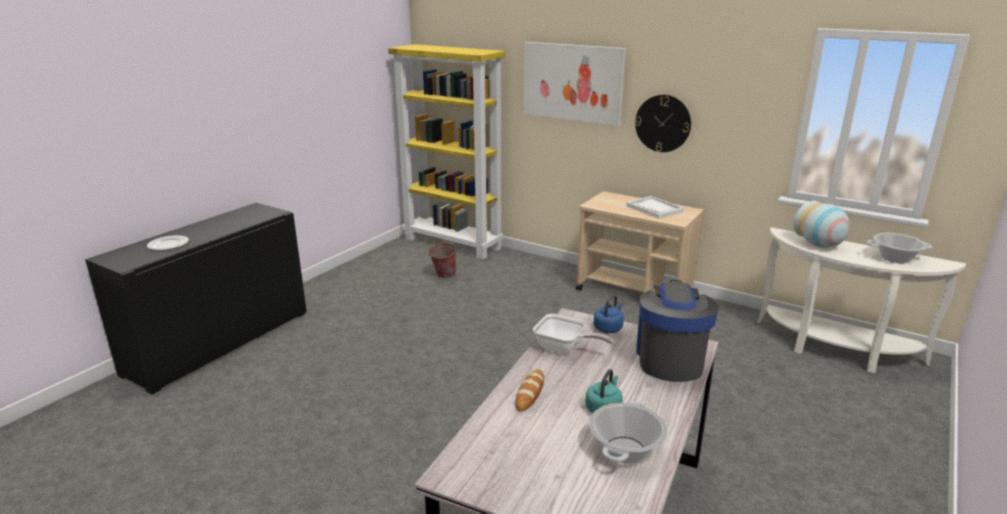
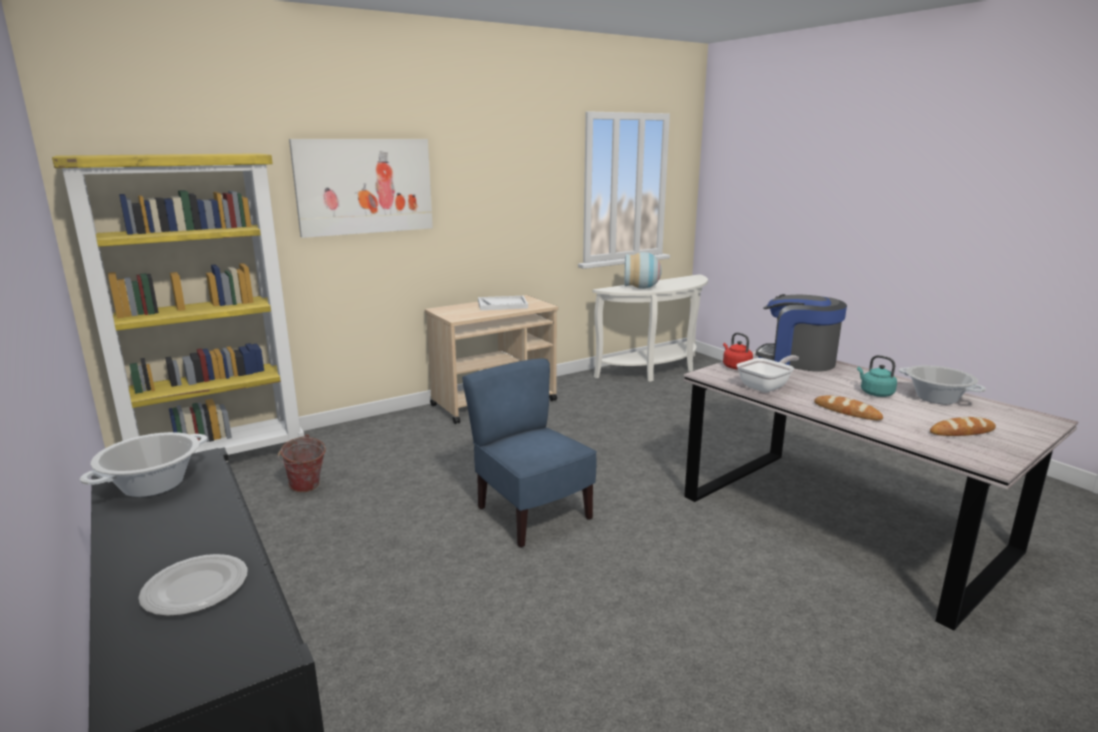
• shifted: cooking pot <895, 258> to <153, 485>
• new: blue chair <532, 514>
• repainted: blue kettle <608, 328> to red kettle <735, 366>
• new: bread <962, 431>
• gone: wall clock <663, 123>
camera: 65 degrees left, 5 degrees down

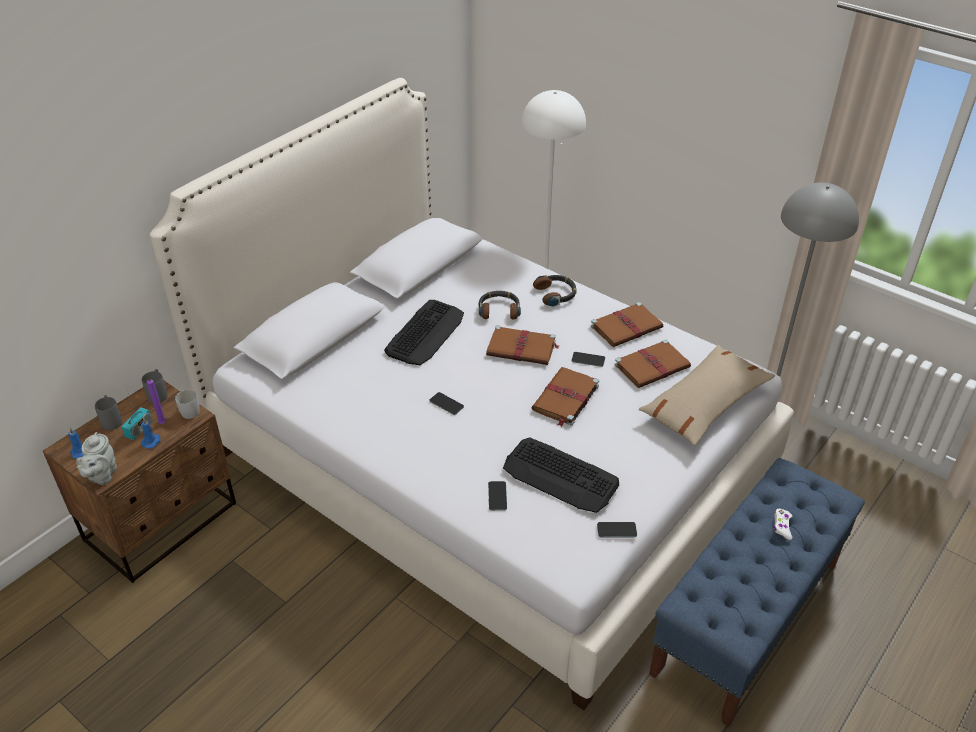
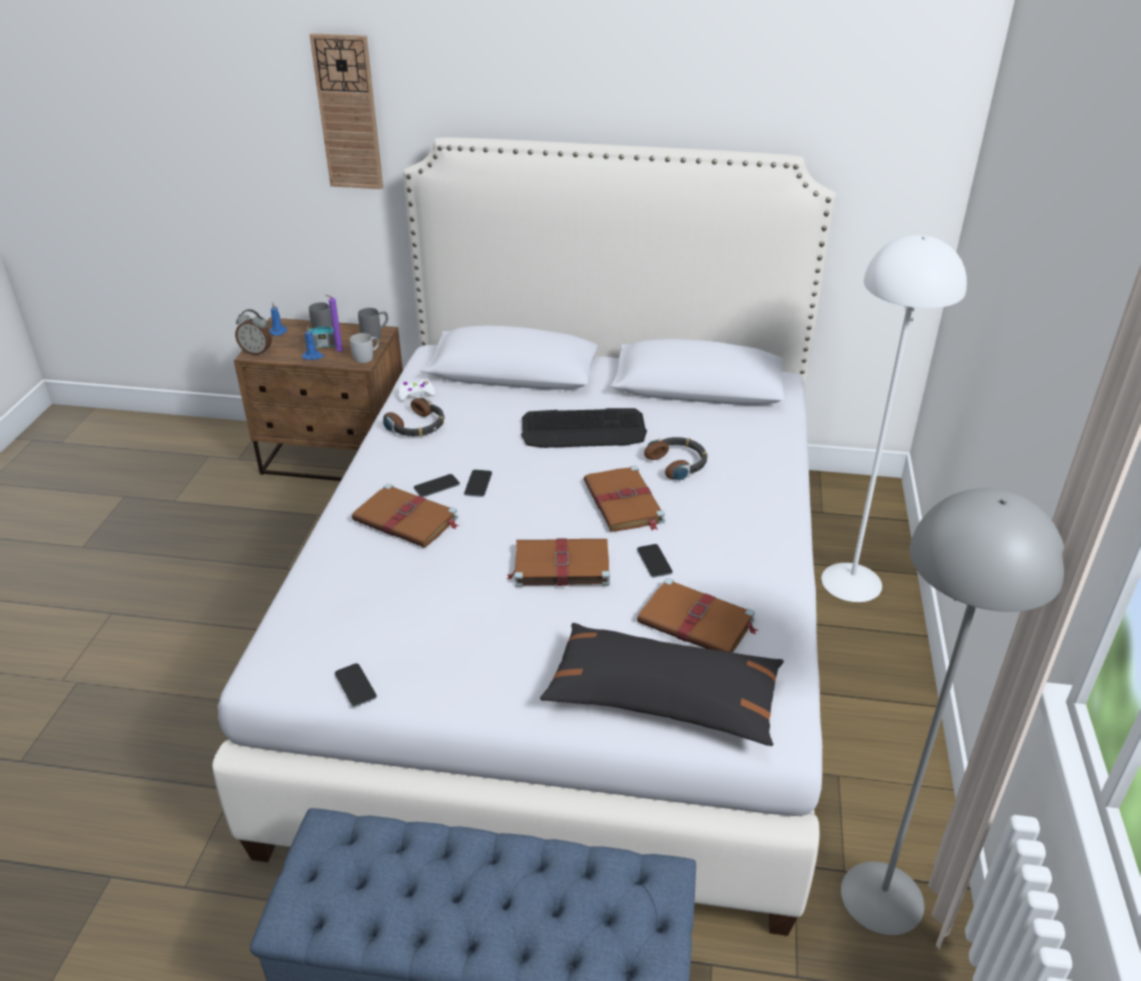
• swapped: grey teapot <101, 475> to alarm clock <257, 352>
• new: wall clock <348, 113>
• shifted: brown book <627, 327> to <407, 520>
• shifted: headphones <556, 294> to <417, 426>
• shifted: white game controller <782, 526> to <416, 394>
• shifted: phone <497, 496> to <436, 486>
• repainted: beige pillow <704, 404> to black pillow <663, 698>
• gone: keyboard <560, 476>
camera: 60 degrees right, 5 degrees down

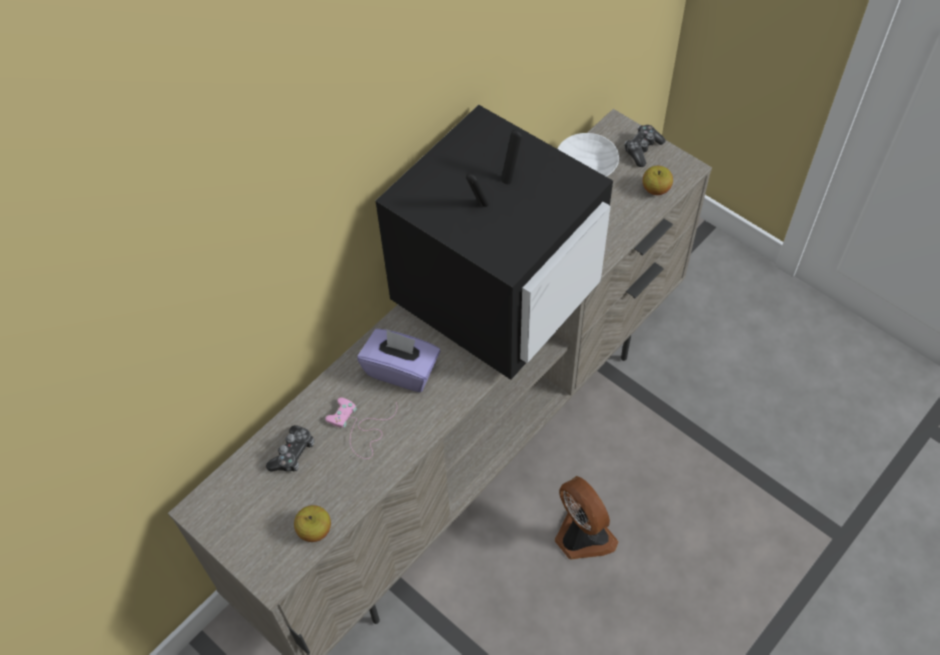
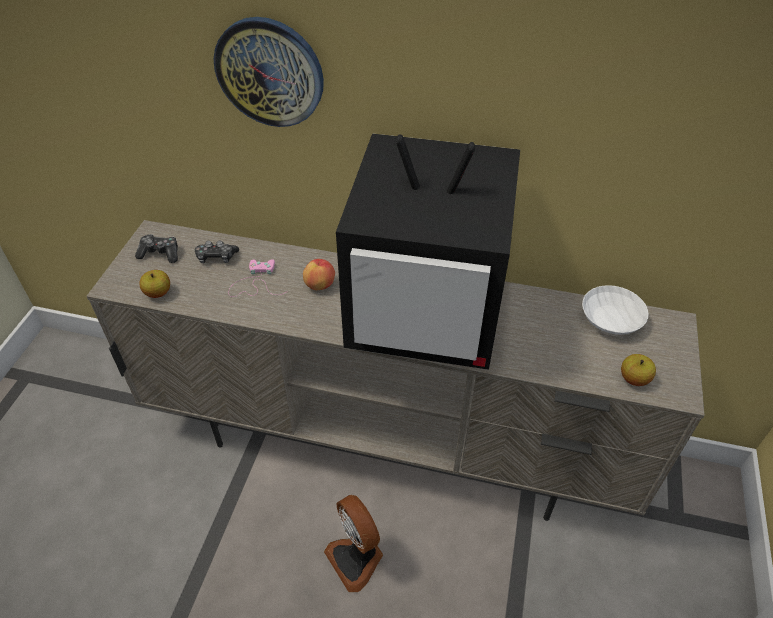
• shifted: game controller <642, 149> to <160, 253>
• new: wall clock <270, 72>
• swapped: purple tissue box <401, 370> to apple <320, 285>
• rotated: fan <581, 536> = <357, 558> 120 degrees clockwise
camera: 60 degrees right, 10 degrees down

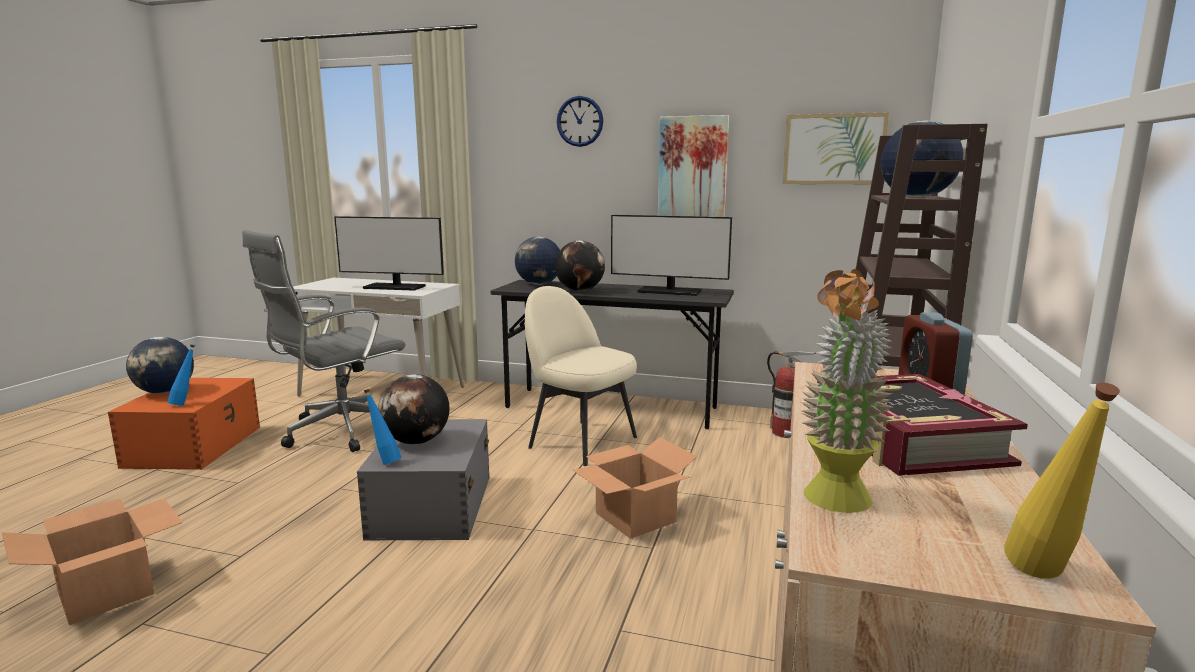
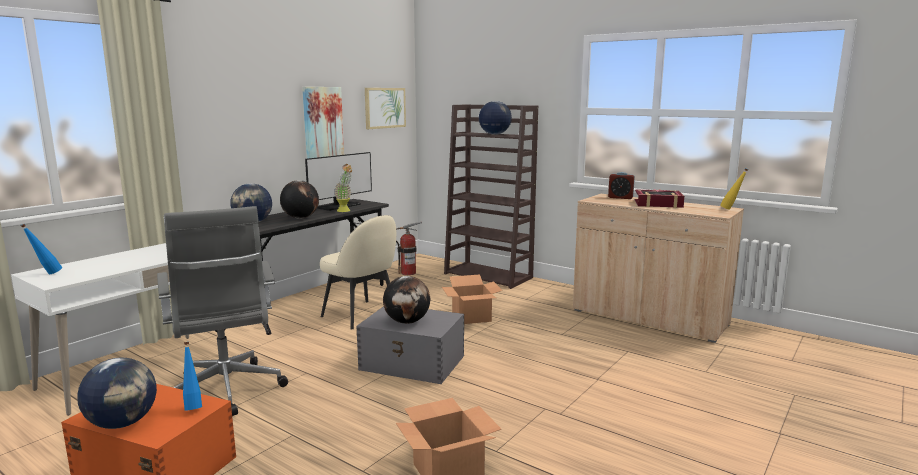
• shifted: blue bottle <384, 461> to <46, 274>
• rotated: beige chair <580, 441> = <361, 315> 105 degrees counterclockwise
• shifted: potted plant <835, 505> to <345, 211>
• gone: monitor <394, 287>
• gone: wall clock <580, 121>
camera: 70 degrees left, 0 degrees up

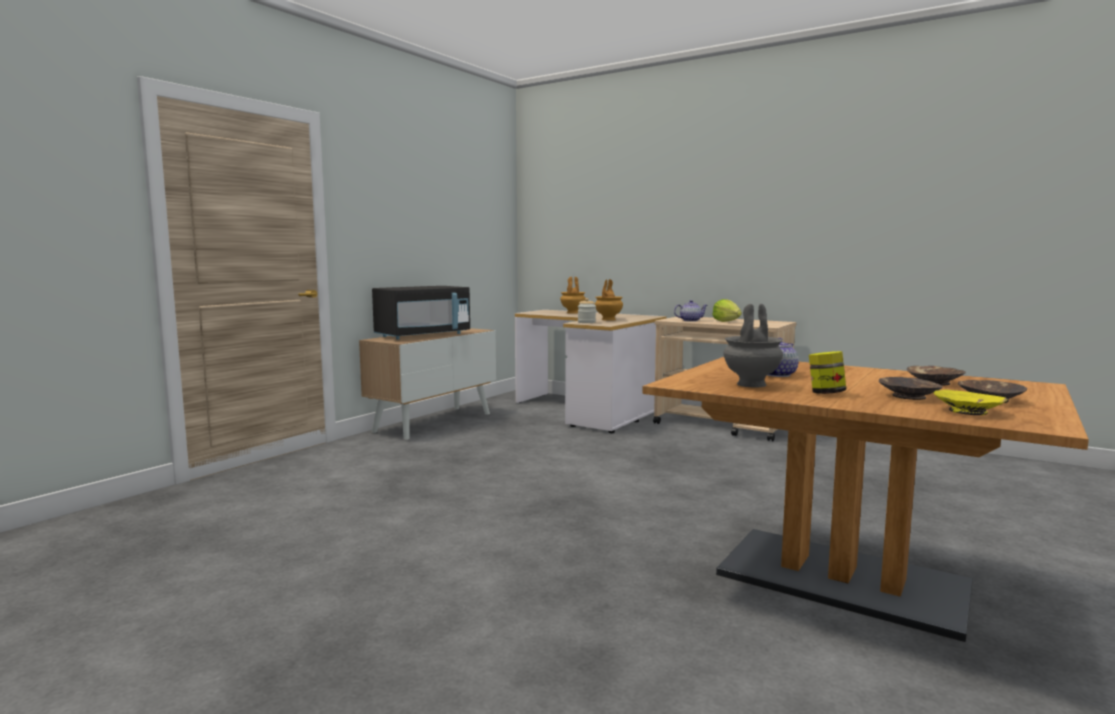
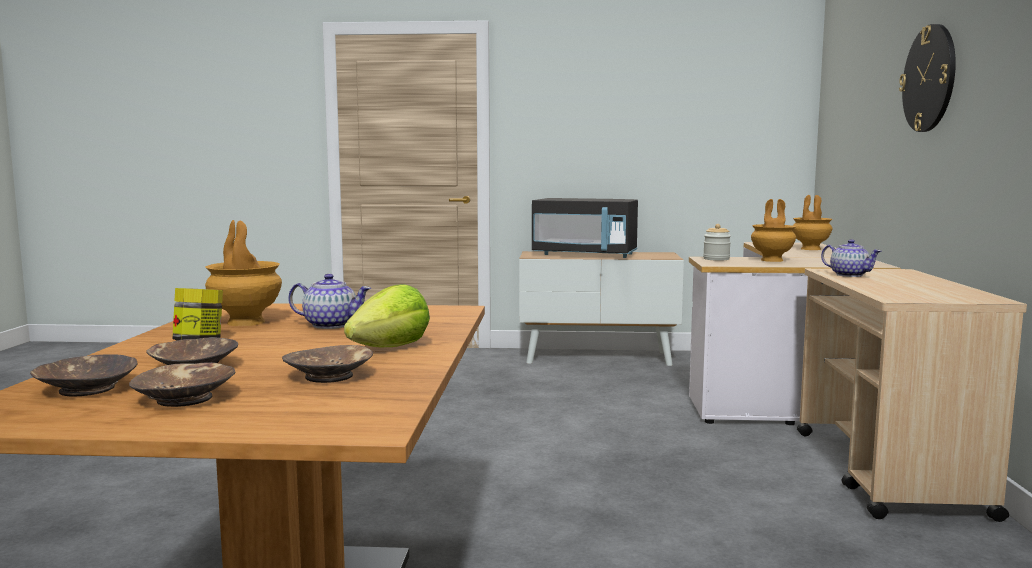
• repainted: yellow bowl <968, 411> to brown bowl <86, 389>
• repainted: grey vase <751, 384> to brown vase <245, 322>
• shifted: lettuce <726, 321> to <390, 348>
• new: wall clock <929, 78>
camera: 60 degrees right, 0 degrees up

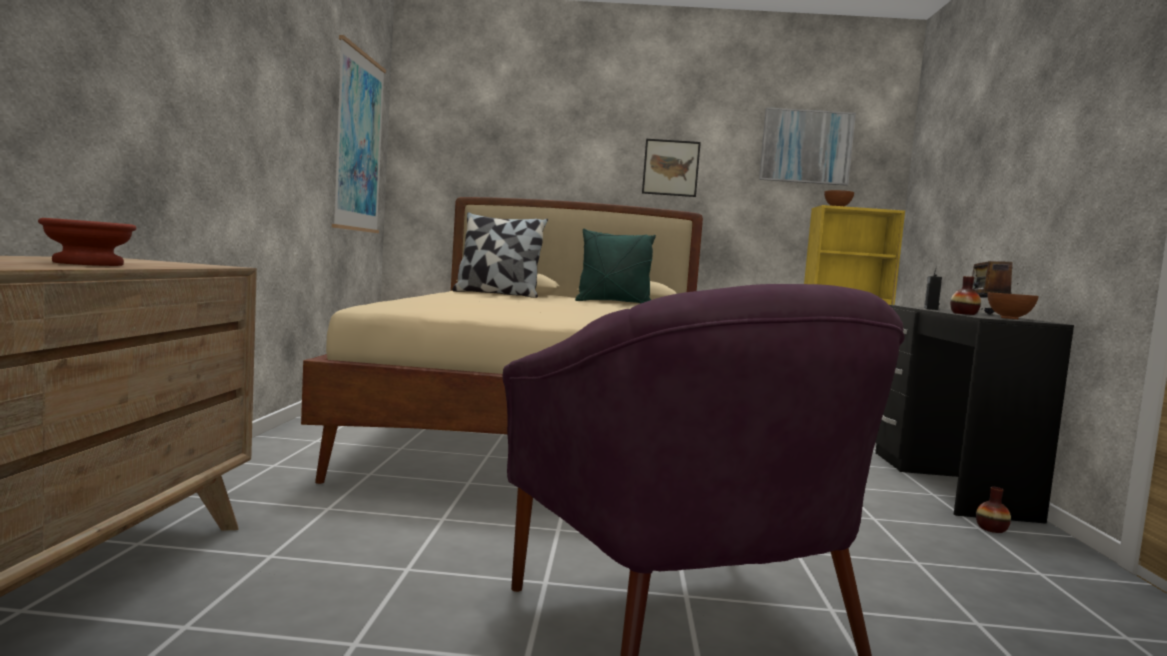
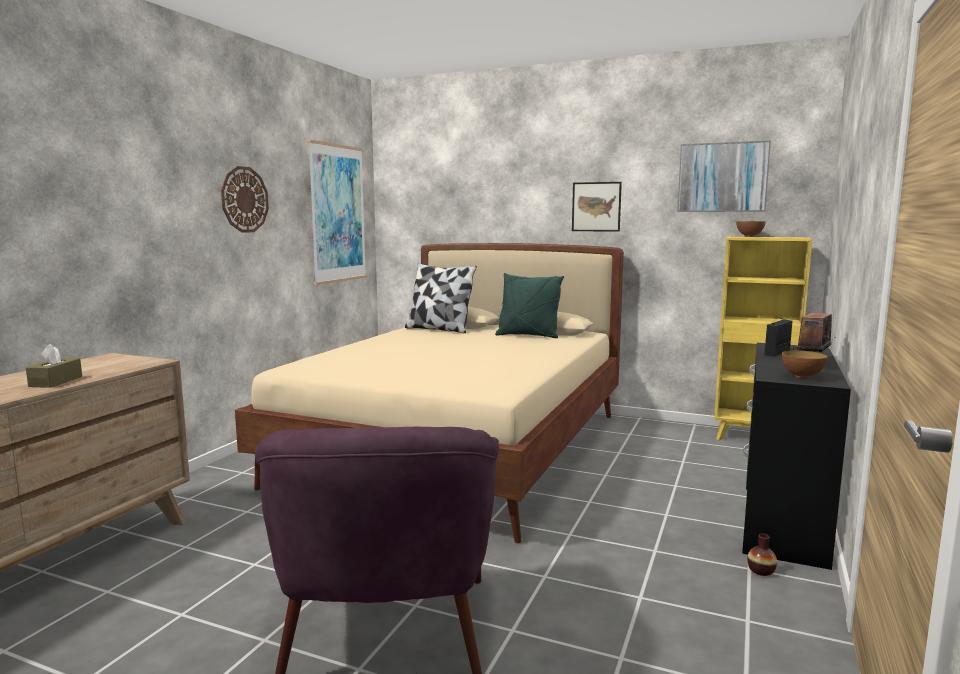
• swapped: brown bowl <89, 264> to brown tissue box <56, 381>
• new: wall clock <244, 199>
• gone: vase <964, 314>
camera: 20 degrees right, 5 degrees up

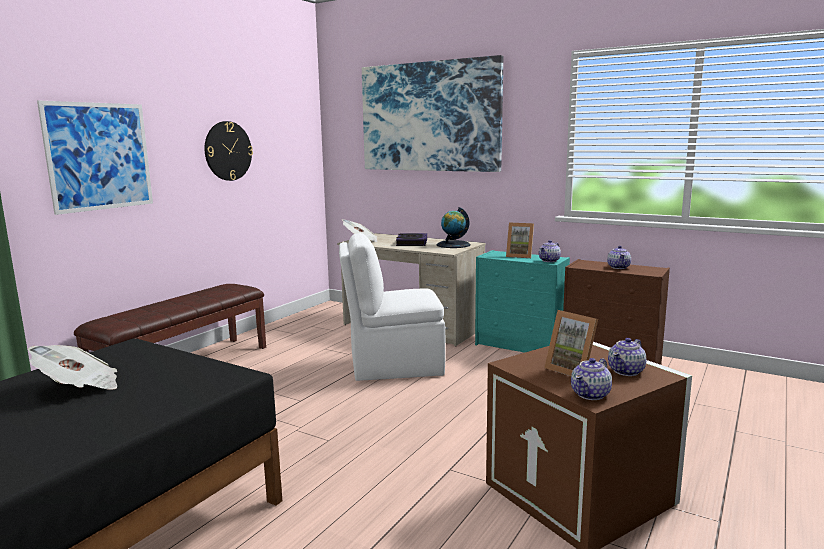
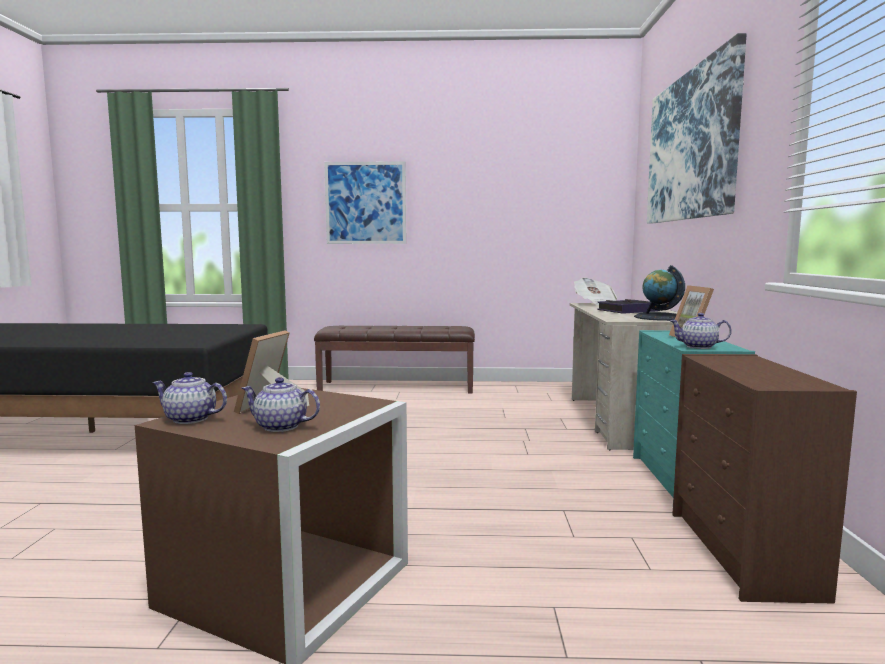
• gone: newspaper <80, 387>
• gone: wall clock <228, 151>
• gone: white chair <393, 366>
• gone: teapot <618, 267>
camera: 60 degrees right, 5 degrees down

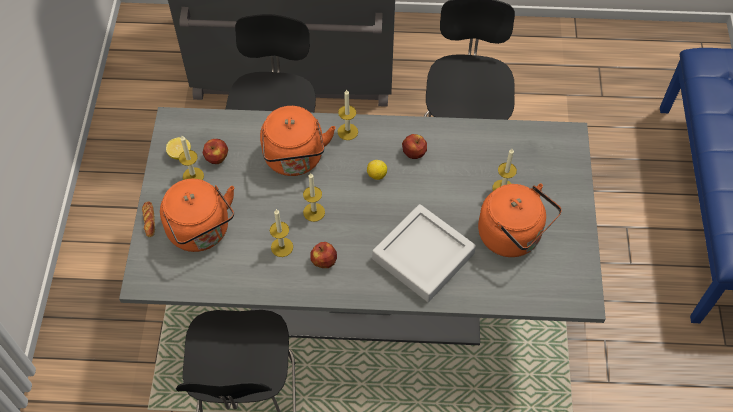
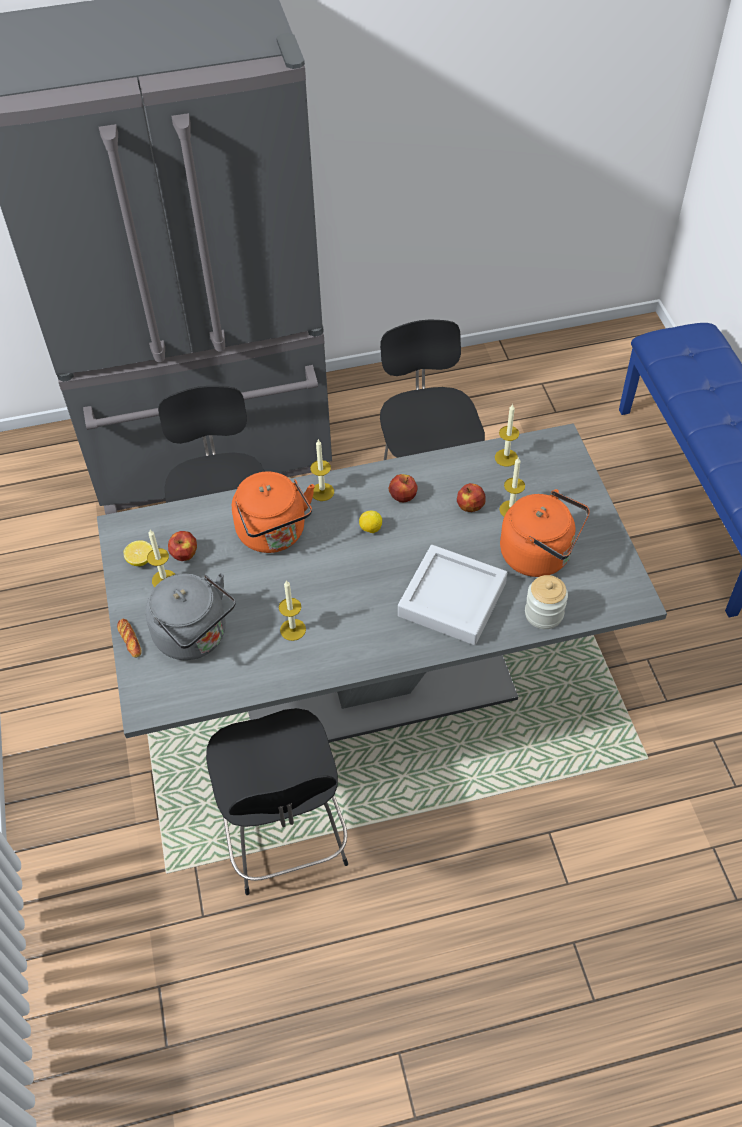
• repainted: orange kettle <201, 232> to grey kettle <195, 637>
• shifted: apple <324, 261> to <470, 506>
• shifted: candle <314, 212> to <506, 457>
• new: jar <544, 614>
camera: 15 degrees left, 5 degrees down

